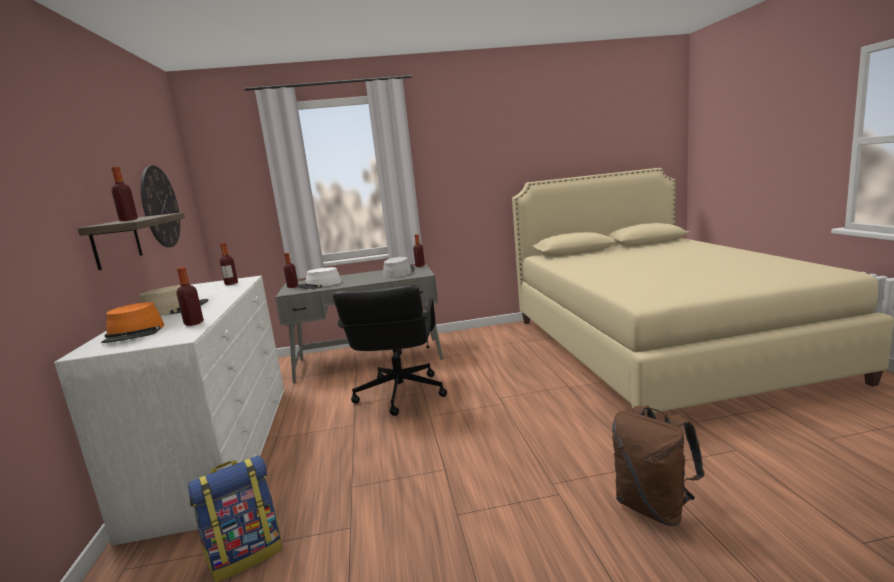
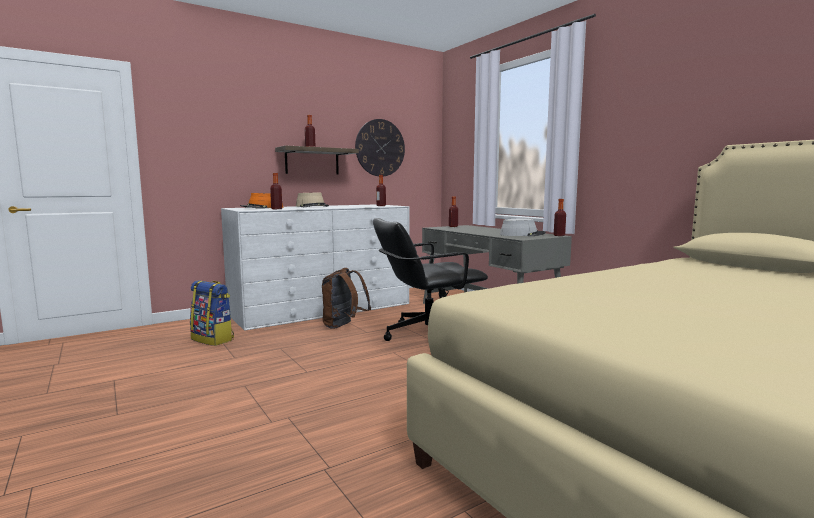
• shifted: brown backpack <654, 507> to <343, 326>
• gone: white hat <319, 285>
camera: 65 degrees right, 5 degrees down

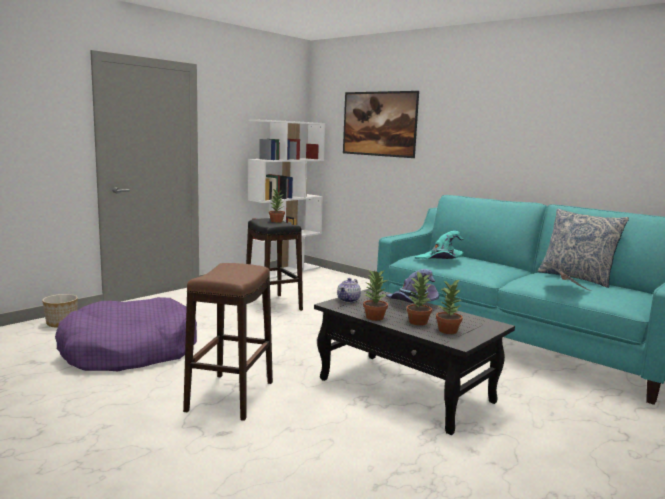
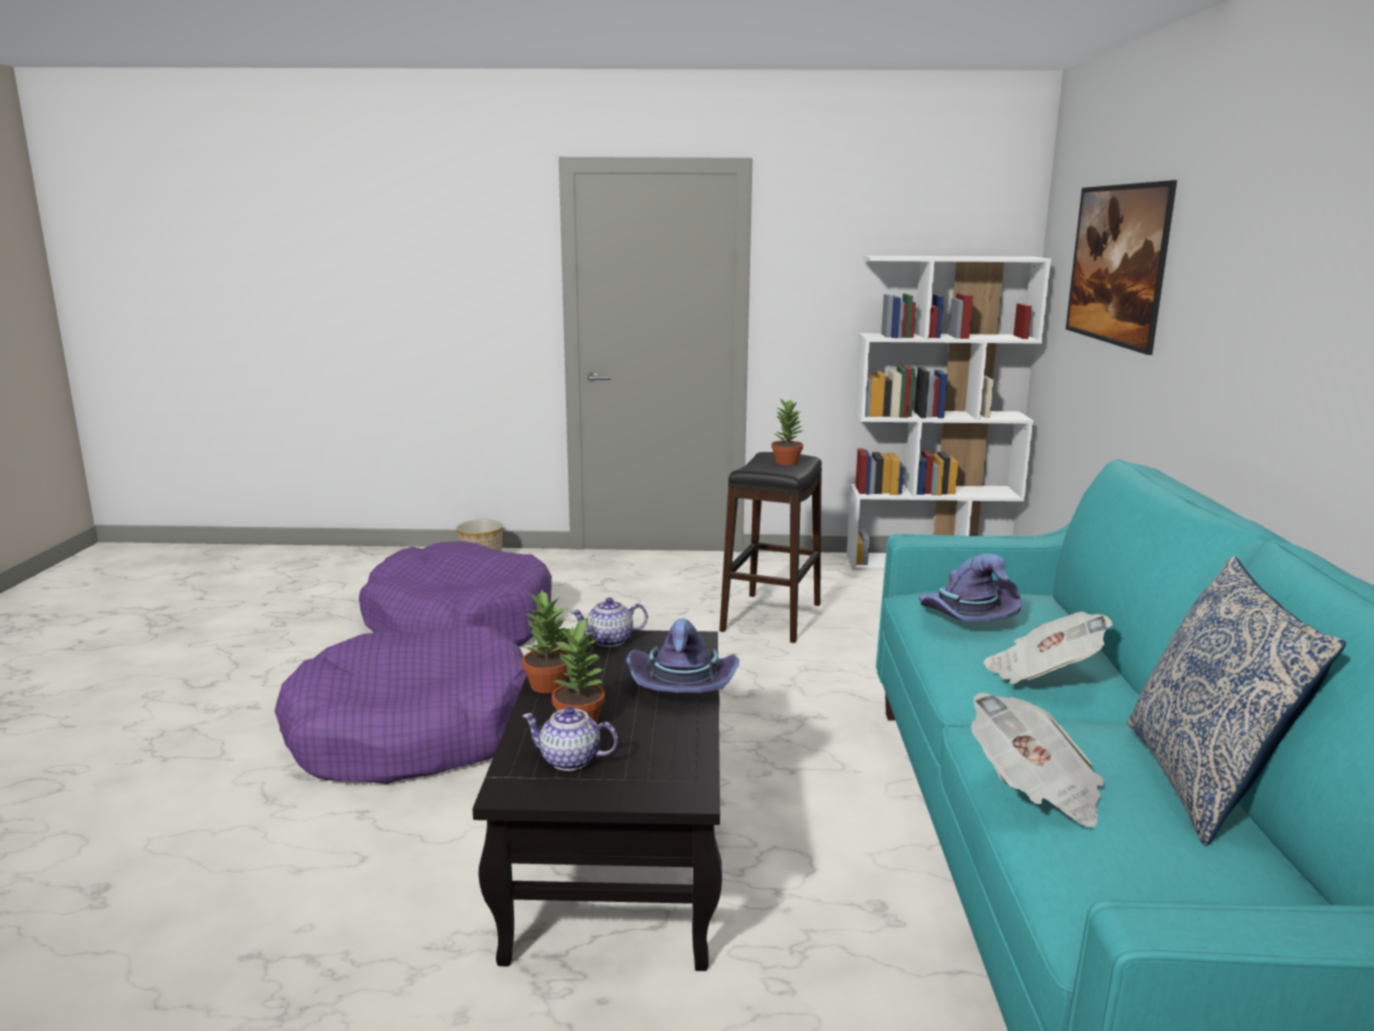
• swapped: brown stool <230, 396> to purple dog bed <413, 733>
• swapped: potted plant <448, 331> to teapot <571, 760>
• repainted: turquoise hat <440, 260> to purple hat <964, 618>
• new: newspaper <1042, 674>
camera: 50 degrees right, 5 degrees up

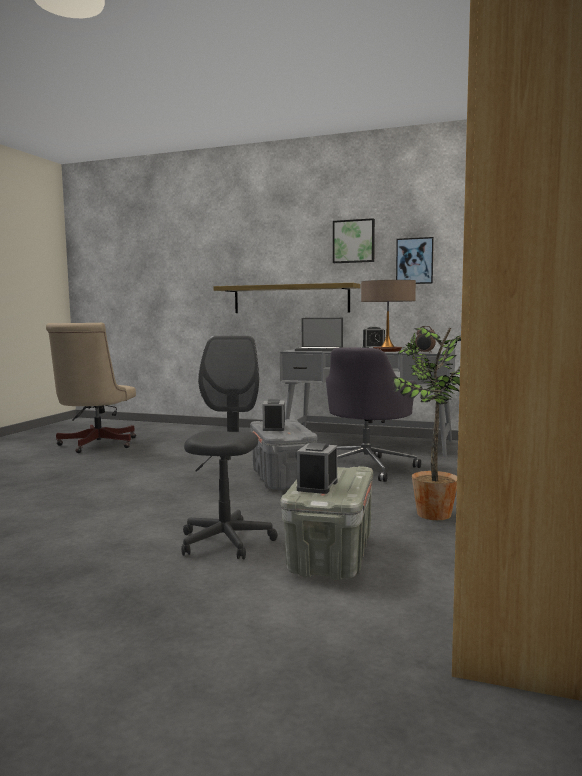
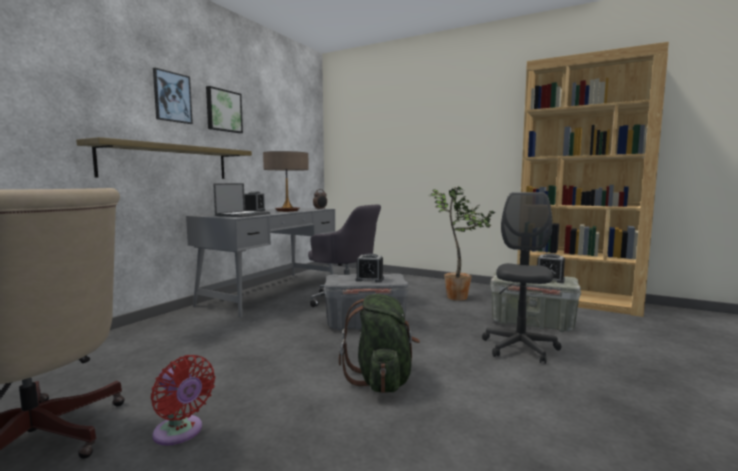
• new: red fan <180, 433>
• shifted: picture <414, 261> to <172, 97>
• new: green backpack <381, 380>
• rotated: grey office chair <226, 541> = <519, 348> 90 degrees clockwise
camera: 80 degrees left, 0 degrees up

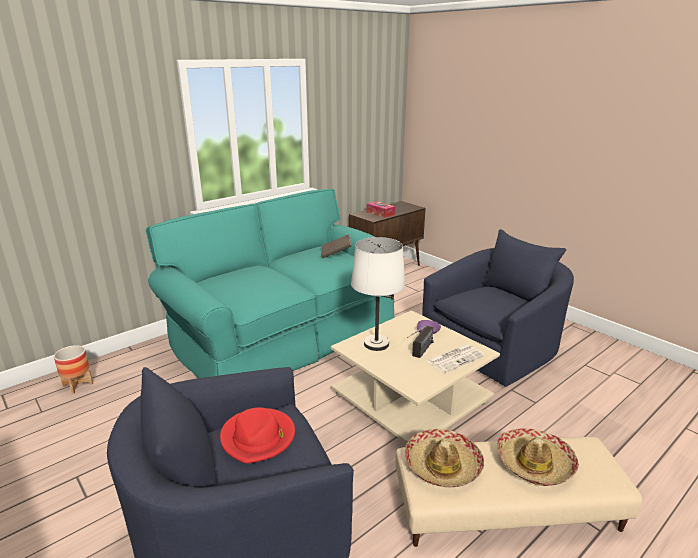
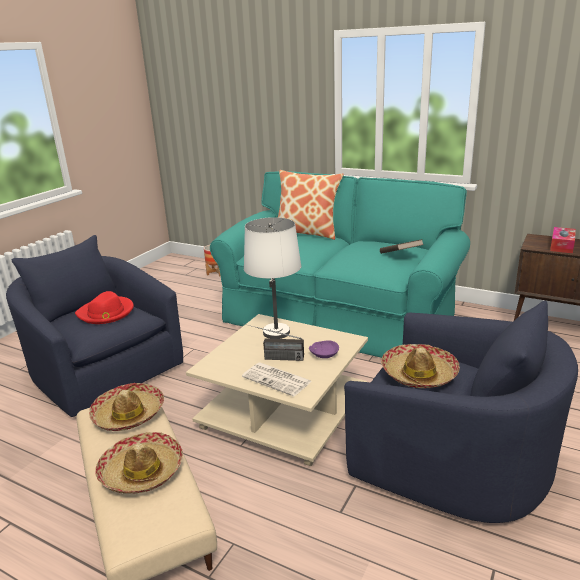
• new: pillow <307, 232>
• new: hat <418, 374>
camera: 70 degrees right, 0 degrees up

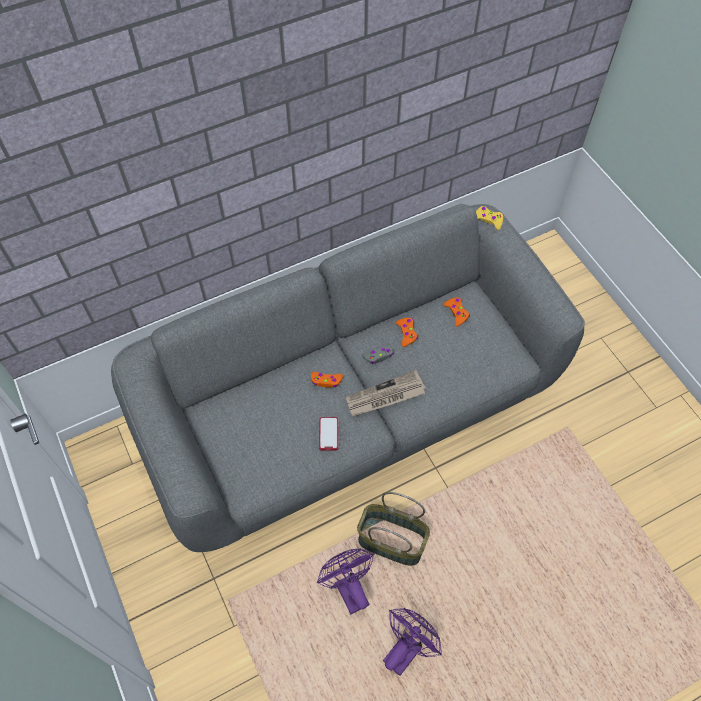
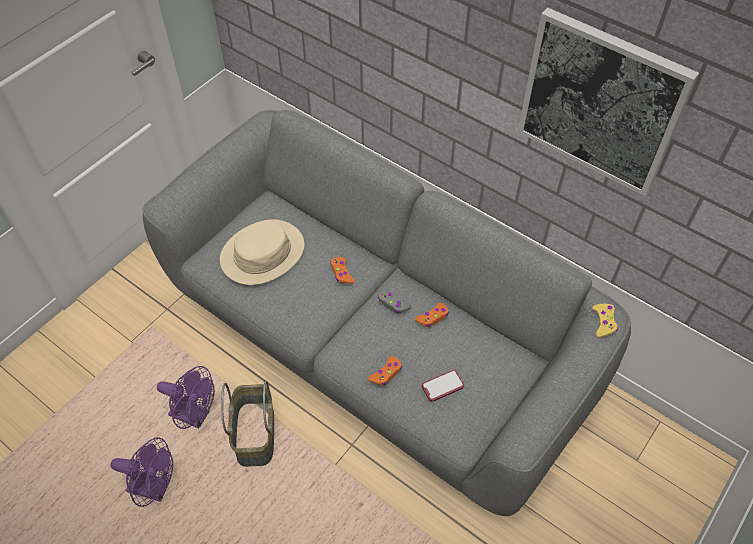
• rotated: purple fan <348, 588> = <195, 415> 75 degrees clockwise
• new: beige hat <262, 253>
• shifted: orange game controller <456, 313> to <386, 373>
• shifted: phone <328, 434> to <442, 386>
• new: picture <601, 102>
• gone: newspaper <385, 396>
camera: 65 degrees right, 5 degrees down

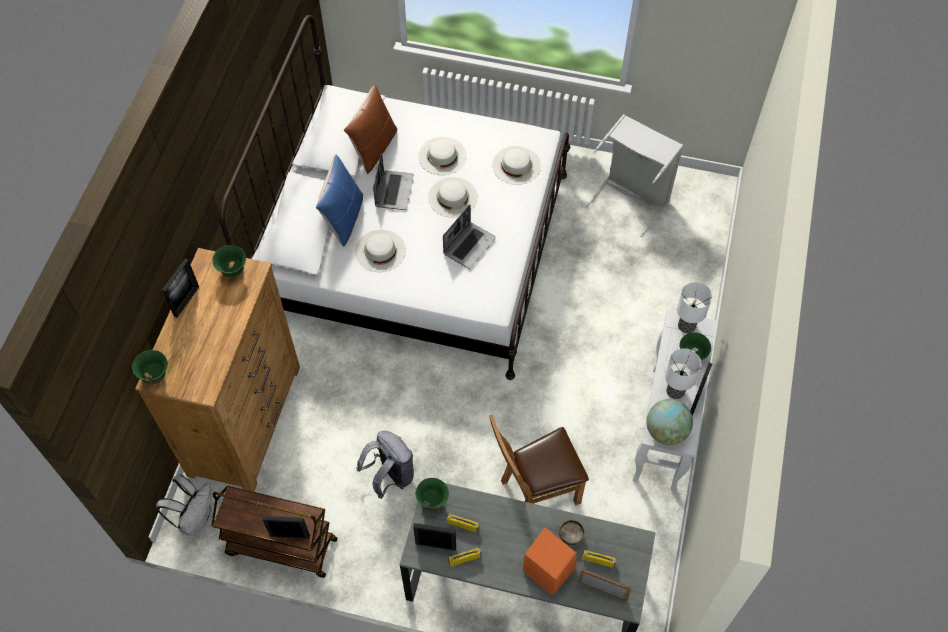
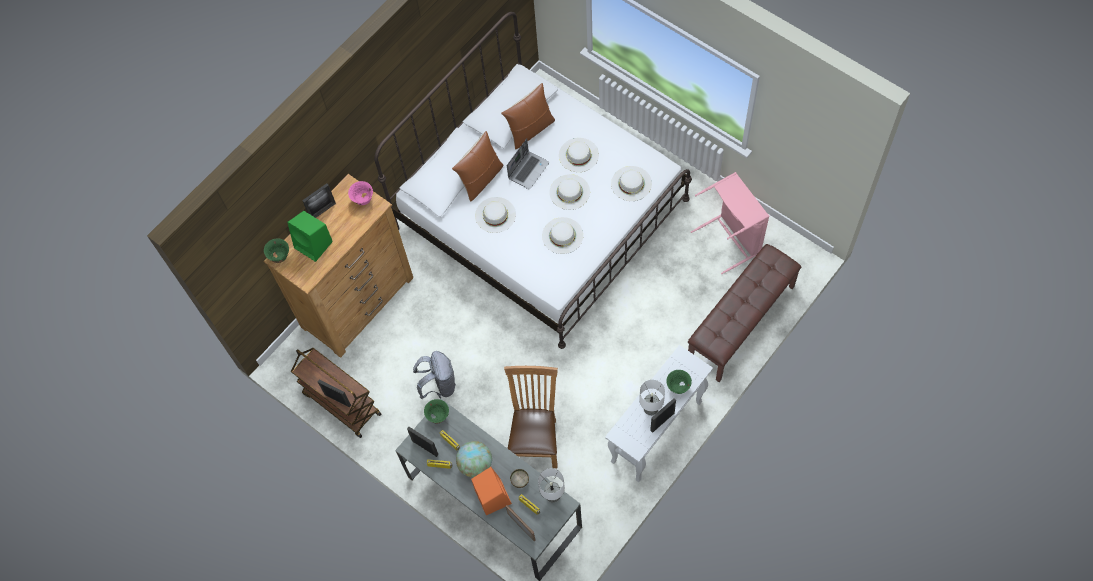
• new: green speaker <314, 245>
• repainted: green bowl <233, 270> to pink bowl <363, 200>
• repainted: blue pillow <343, 218> to brown pillow <481, 179>
• shifted: globe <666, 431> to <475, 464>
• rotated: brown chair <535, 491> = <536, 439> 90 degrees clockwise
• shifted: table lamp <687, 326> to <553, 496>
• swapped: laptop <469, 245> to white hat <562, 235>
• new: brown bench <741, 323>
• repainted: grey laundry basket <632, 198> to pink laundry basket <731, 239>
• gone: white backpack <195, 518>
camera: 30 degrees right, 5 degrees up

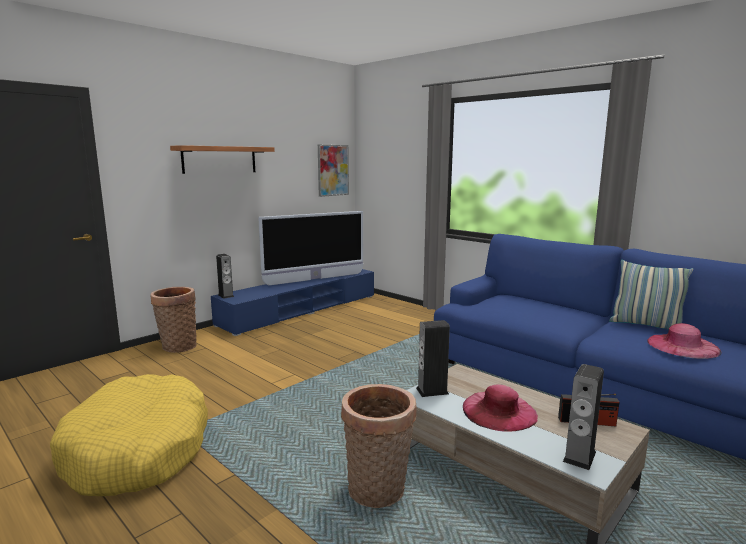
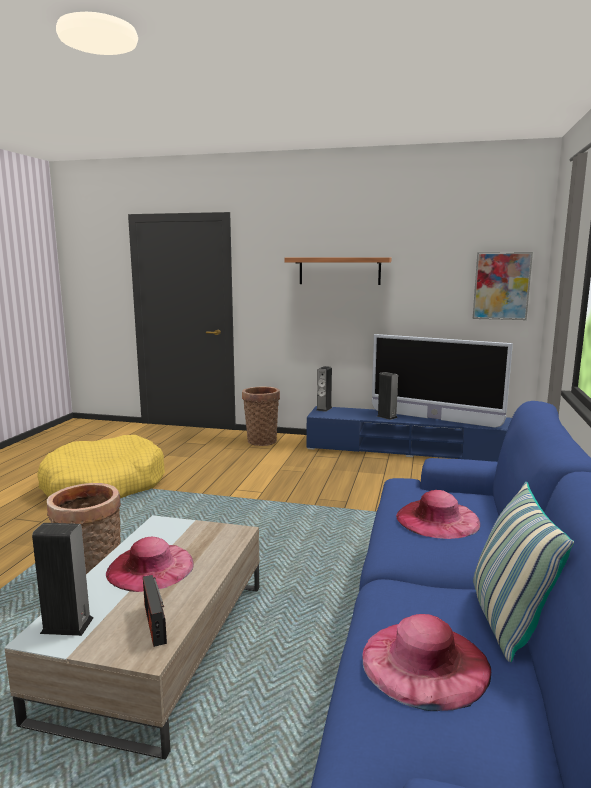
• shifted: speaker <432, 391> to <387, 417>
• new: pink hat <437, 519>
camera: 60 degrees right, 0 degrees up

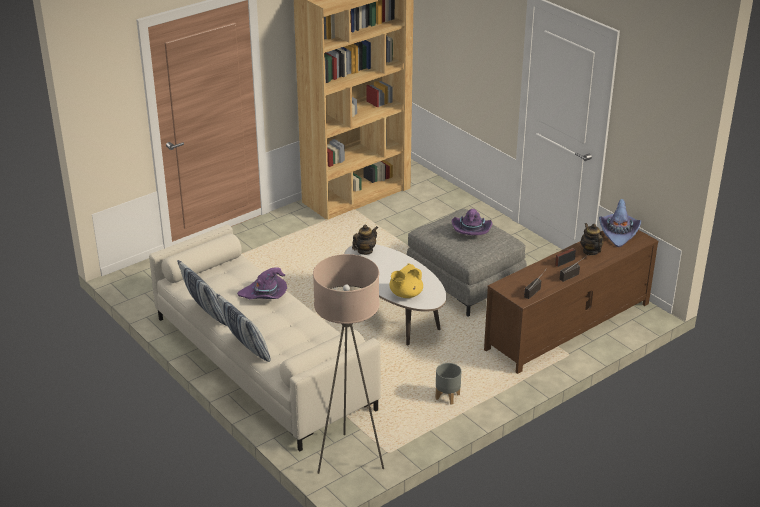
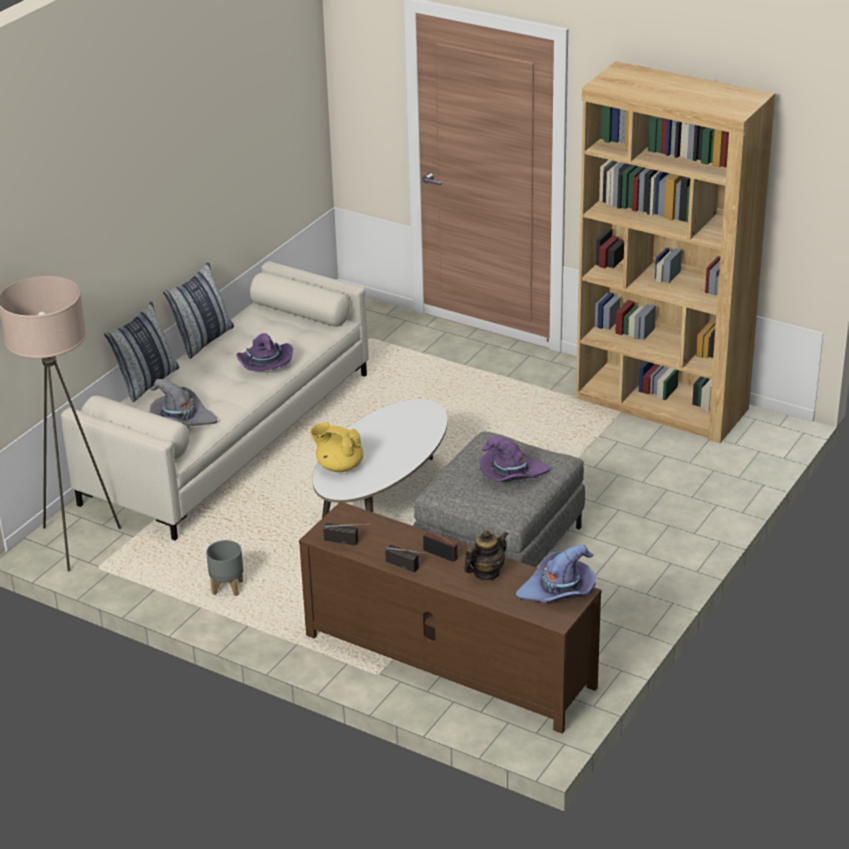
• new: grey hat <181, 419>
• gone: teapot <365, 251>
camera: 70 degrees right, 0 degrees up

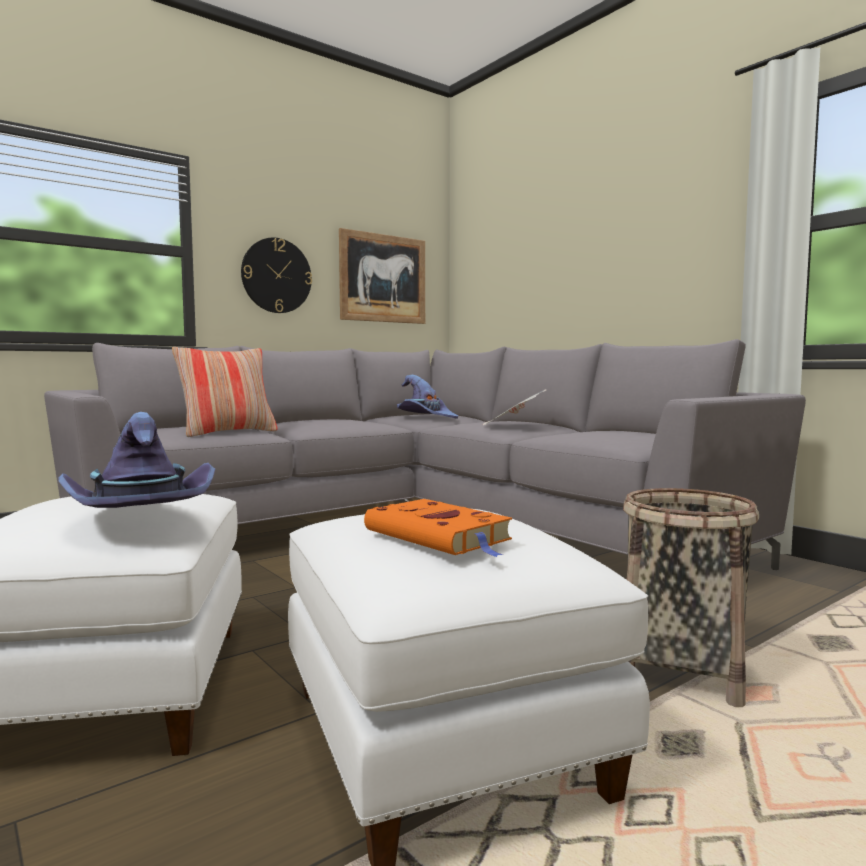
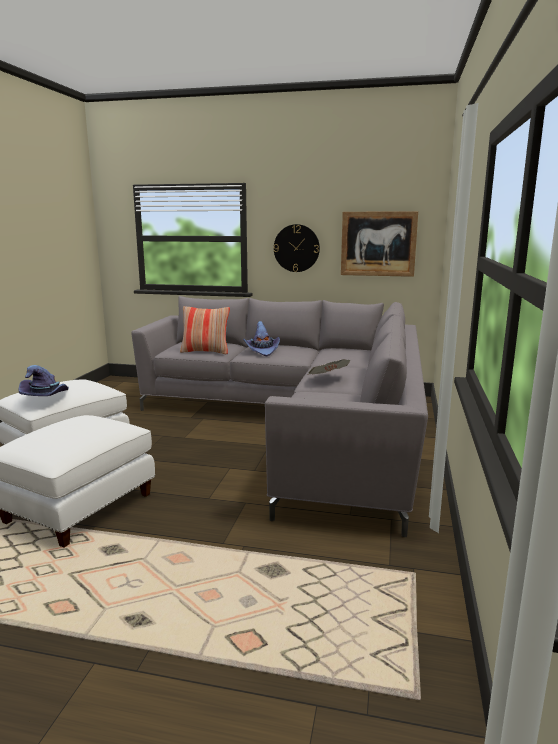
• shifted: purple hat <425, 417> to <262, 350>
• gone: orange book <440, 536>
• gone: basket <682, 672>
camera: 50 degrees right, 10 degrees up

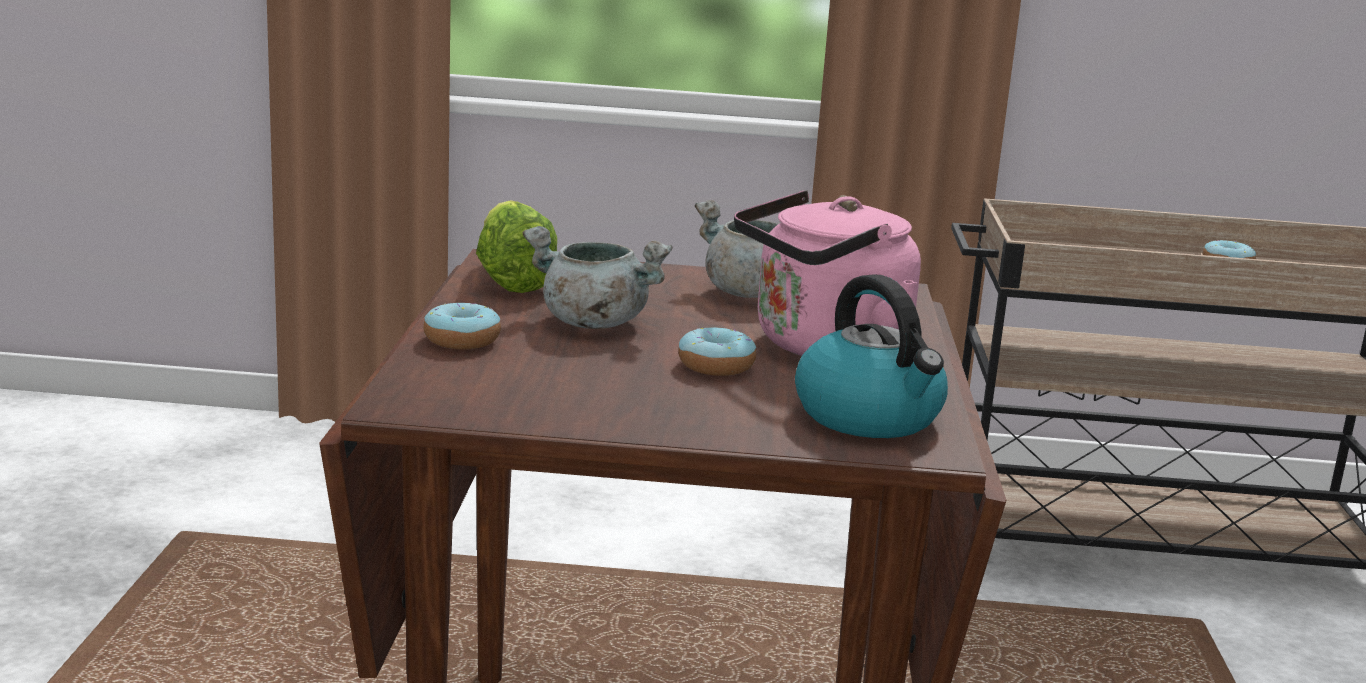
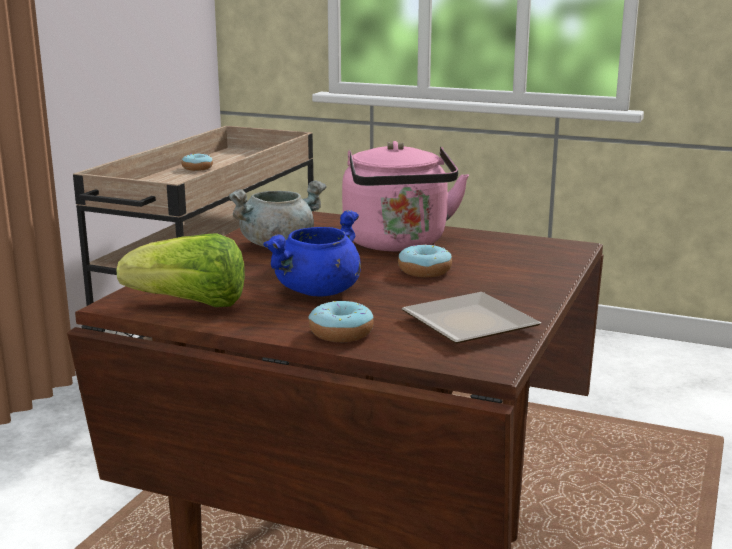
• repainted: grey cooking pot <591, 323> to blue cooking pot <317, 292>
• new: plate <464, 324>
• gone: kettle <870, 417>
camera: 70 degrees left, 0 degrees up

